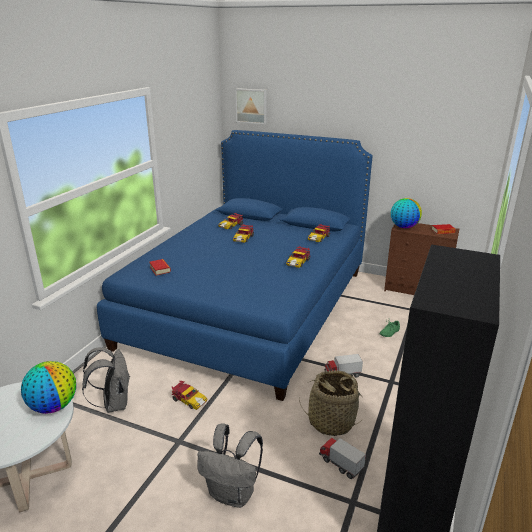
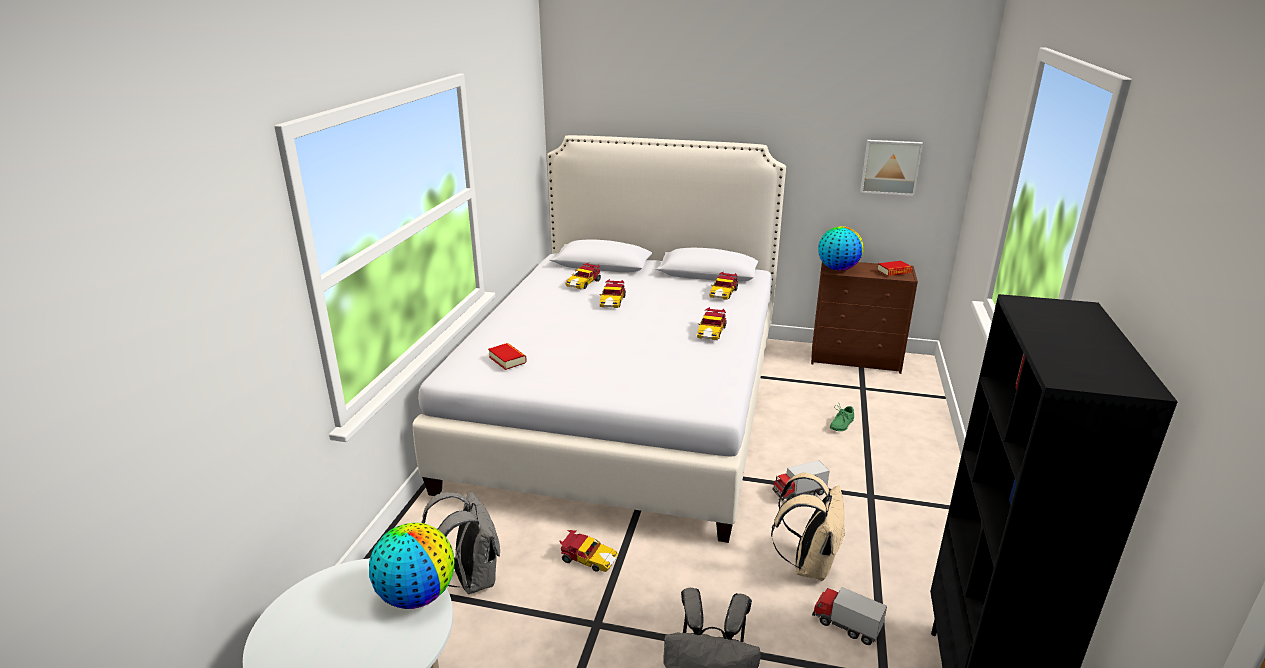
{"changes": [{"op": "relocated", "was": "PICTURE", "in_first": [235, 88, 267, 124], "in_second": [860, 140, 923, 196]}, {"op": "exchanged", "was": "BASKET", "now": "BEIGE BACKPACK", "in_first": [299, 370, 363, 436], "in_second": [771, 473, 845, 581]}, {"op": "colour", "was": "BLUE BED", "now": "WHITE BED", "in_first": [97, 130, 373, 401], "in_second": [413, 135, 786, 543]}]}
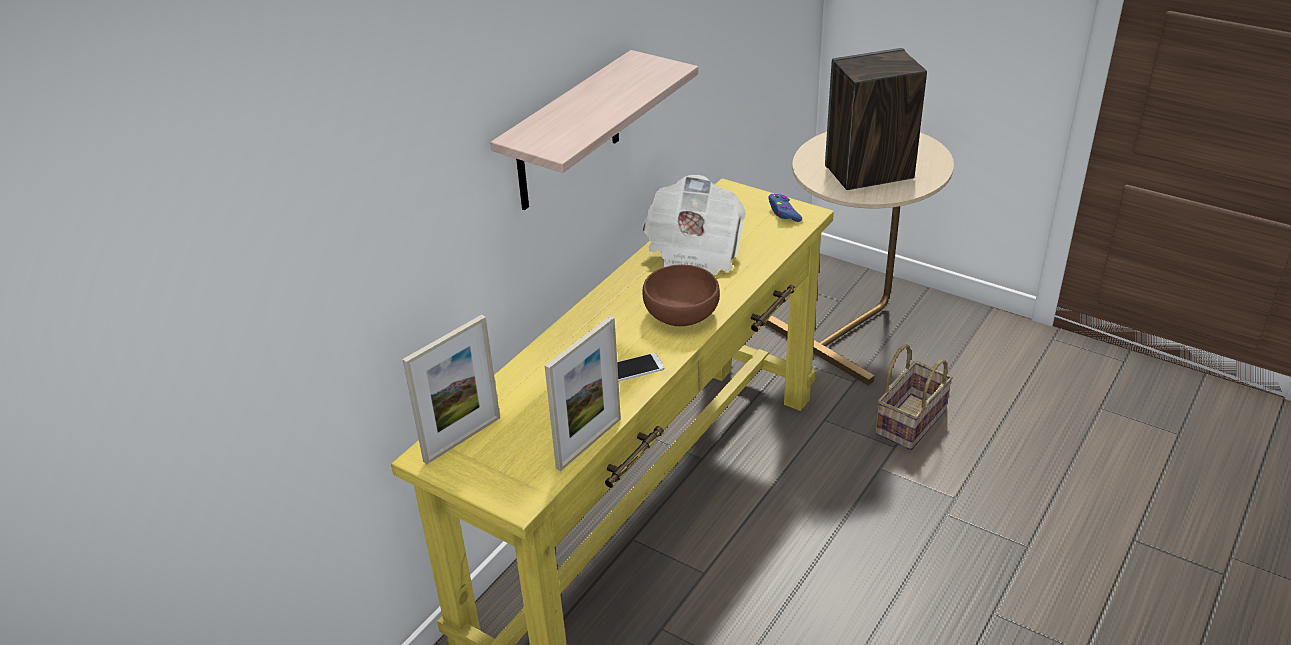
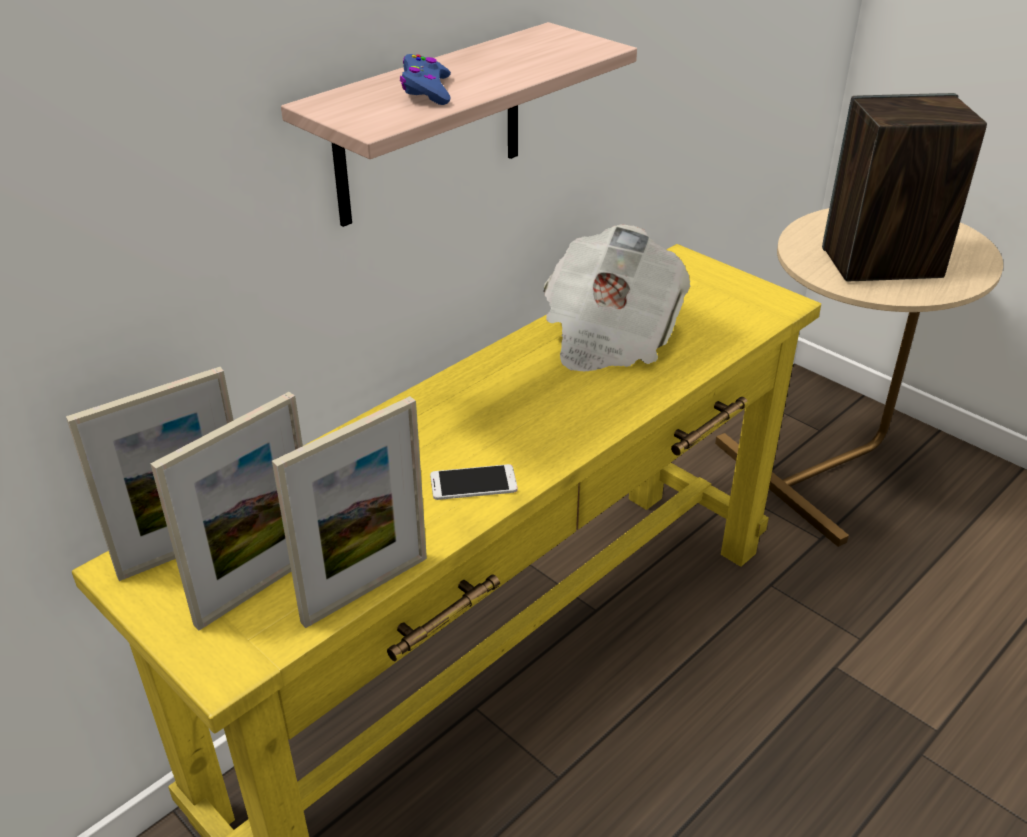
{"changes": [{"op": "missing", "was": "BROWN BOWL", "in_first": [642, 265, 720, 326]}, {"op": "missing", "was": "BASKET", "in_first": [876, 344, 953, 450]}, {"op": "appeared", "now": "PICTURE FRAME", "in_second": [150, 392, 303, 630]}, {"op": "relocated", "was": "BLUE GAME CONTROLLER", "in_first": [768, 194, 802, 222], "in_second": [400, 54, 451, 105]}]}
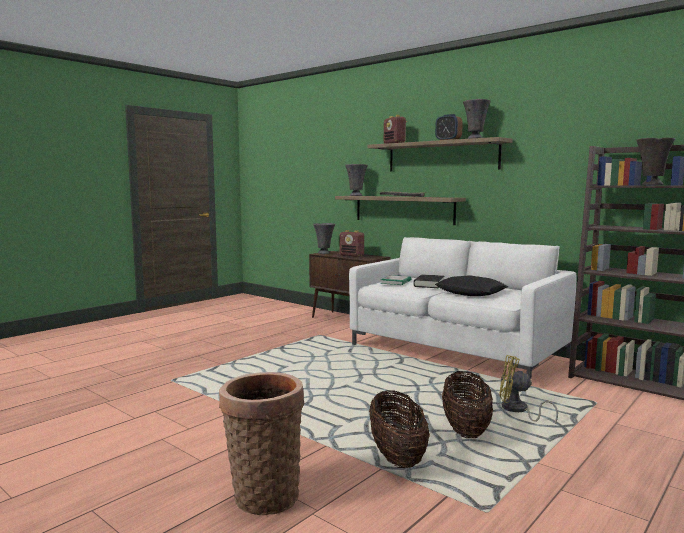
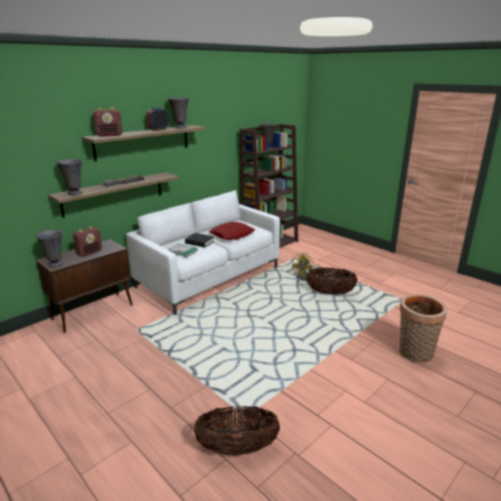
{"changes": [{"op": "relocated", "was": "BASKET", "in_first": [369, 390, 430, 468], "in_second": [194, 406, 280, 455]}, {"op": "colour", "was": "BLACK PILLOW", "now": "RED PILLOW", "in_first": [435, 275, 508, 296], "in_second": [209, 222, 255, 240]}]}
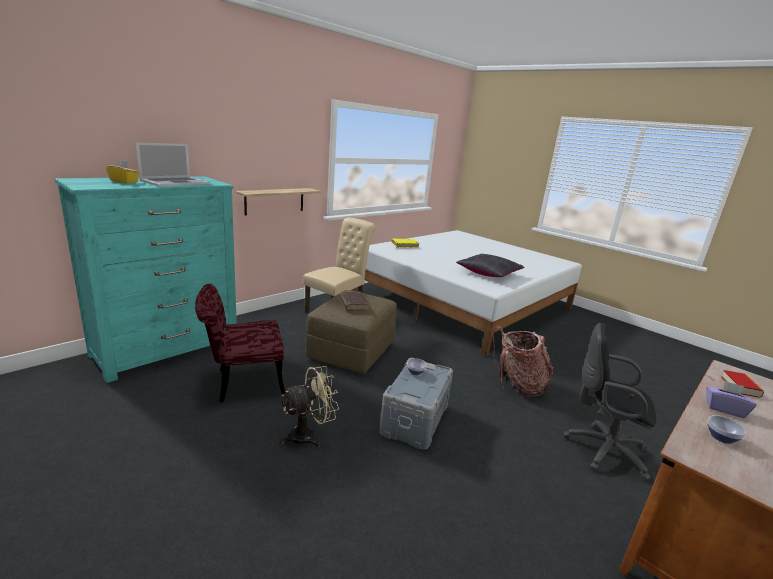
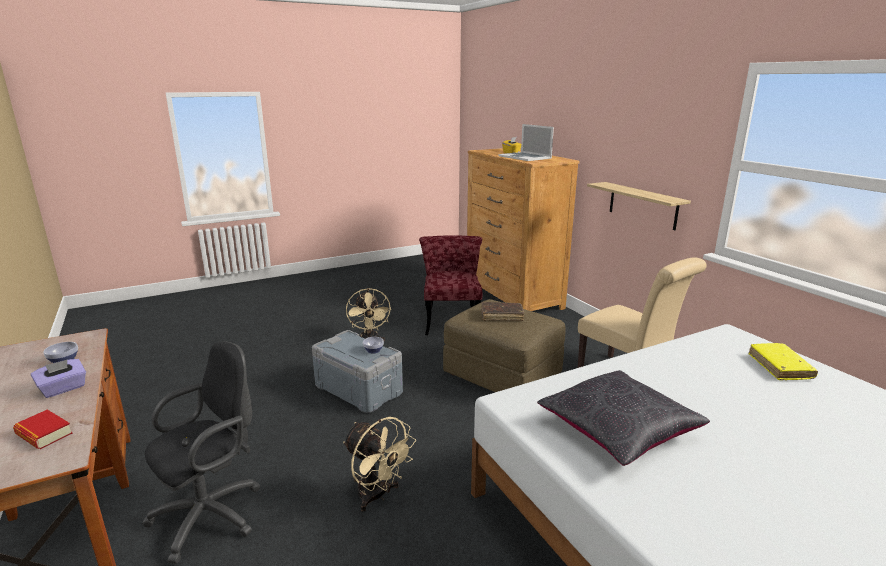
{"changes": [{"op": "exchanged", "was": "BACKPACK", "now": "BEIGE FAN", "in_first": [493, 326, 553, 397], "in_second": [343, 417, 416, 511]}, {"op": "colour", "was": "TURQUOISE DRESSER", "now": "BROWN DRESSER", "in_first": [54, 176, 237, 383], "in_second": [467, 148, 580, 311]}]}
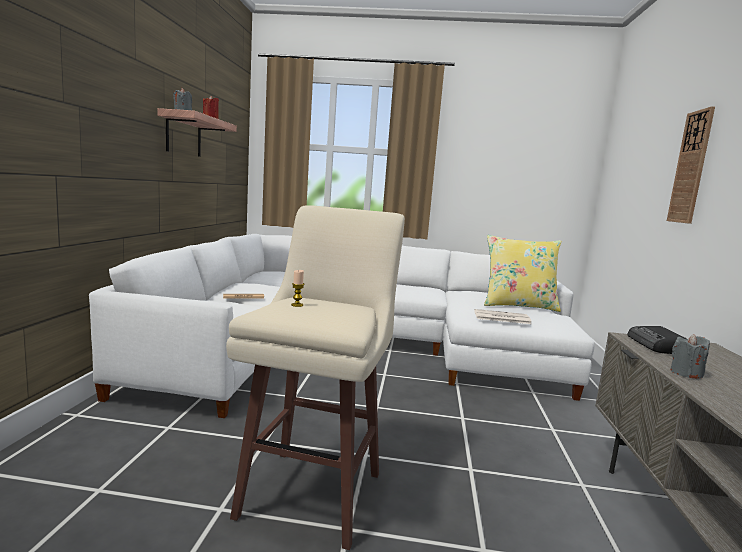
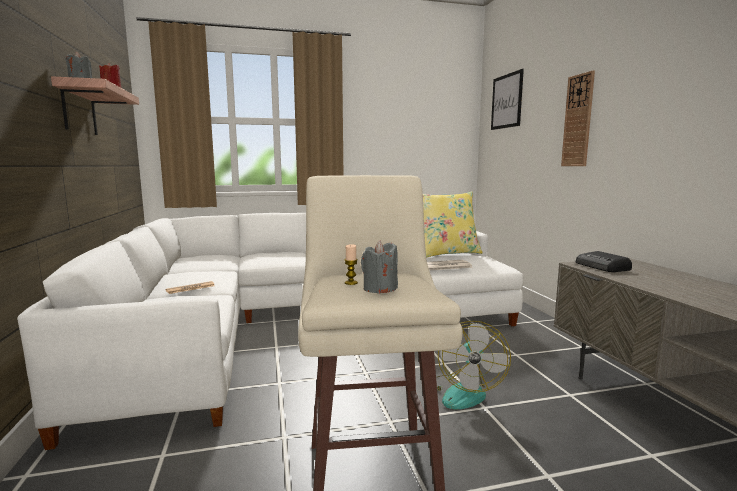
{"changes": [{"op": "appeared", "now": "FAN", "in_second": [437, 321, 511, 409]}, {"op": "appeared", "now": "PICTURE", "in_second": [491, 69, 524, 130]}, {"op": "relocated", "was": "GREY CANDLE", "in_first": [670, 334, 710, 378], "in_second": [361, 240, 398, 294]}]}
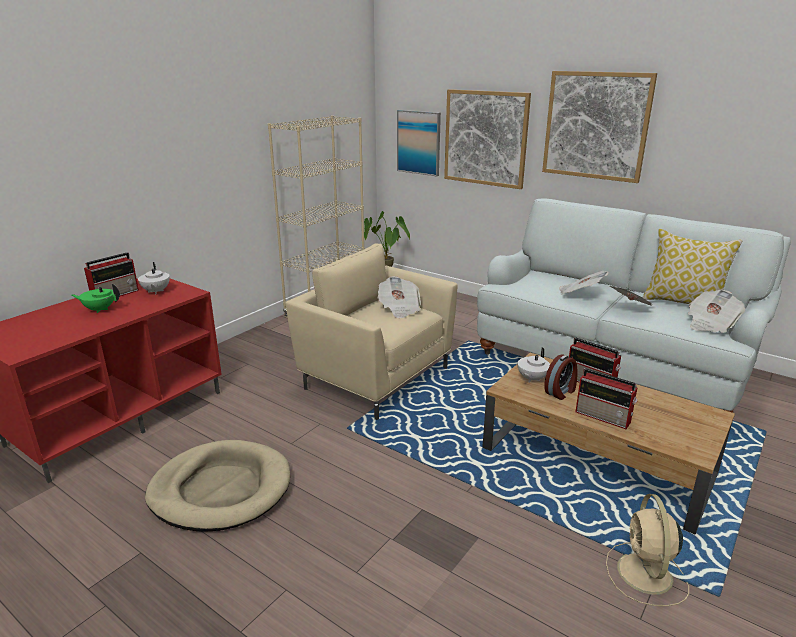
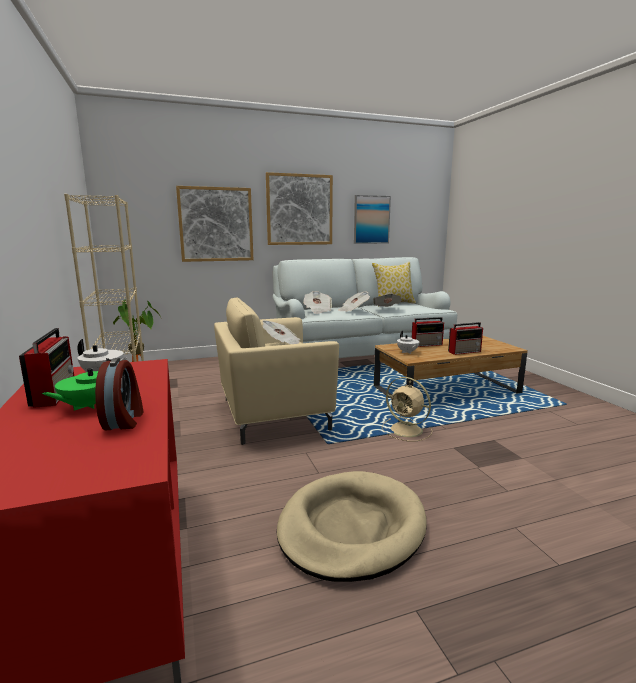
{"changes": [{"op": "relocated", "was": "PICTURE", "in_first": [397, 110, 441, 176], "in_second": [354, 195, 391, 244]}, {"op": "relocated", "was": "ALARM CLOCK", "in_first": [544, 354, 577, 400], "in_second": [95, 358, 143, 430]}, {"op": "relocated", "was": "BEIGE FAN", "in_first": [606, 494, 689, 606], "in_second": [382, 377, 432, 442]}, {"op": "relocated", "was": "NEWSPAPER", "in_first": [688, 290, 745, 333], "in_second": [303, 291, 332, 314]}]}
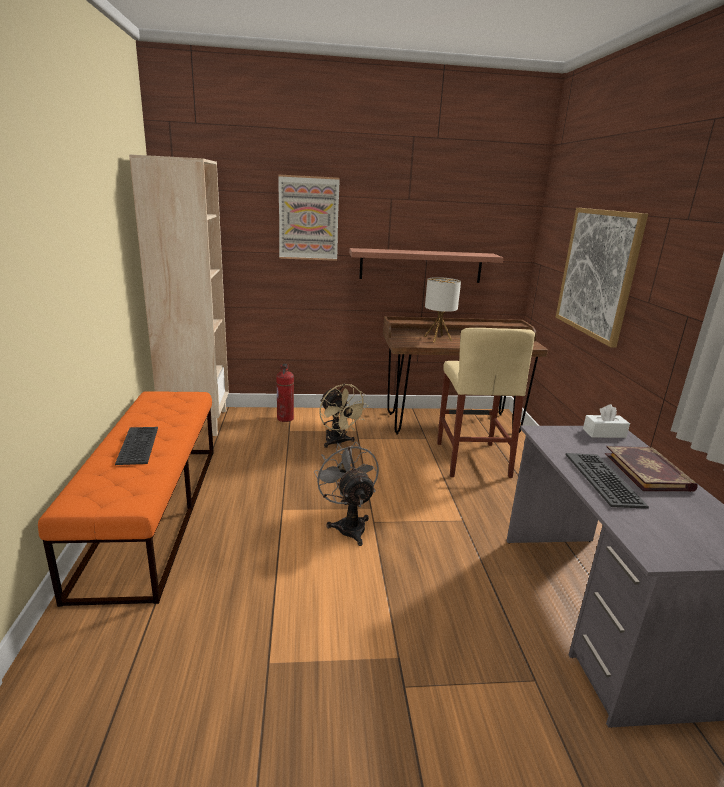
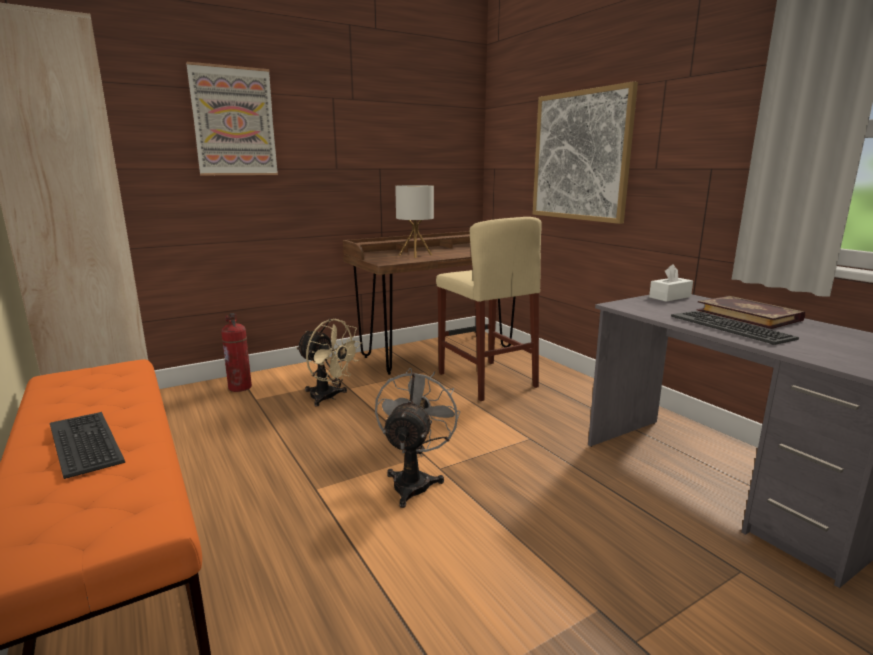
{"changes": [{"op": "missing", "was": "SHELF", "in_first": [349, 248, 504, 283]}, {"op": "spun", "was": "GREY FAN", "in_first": [314, 442, 379, 546], "in_second": [375, 368, 460, 508], "clockwise": 60}]}
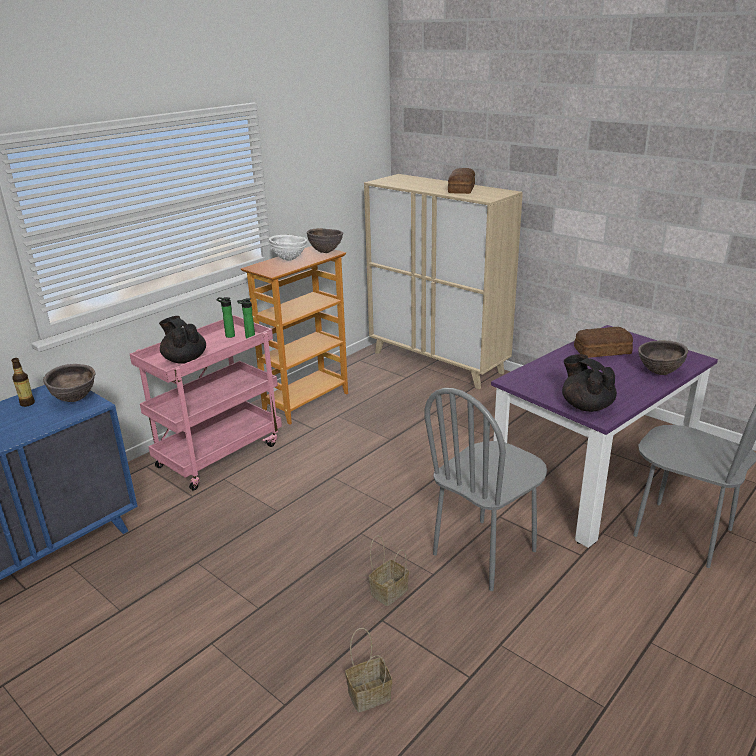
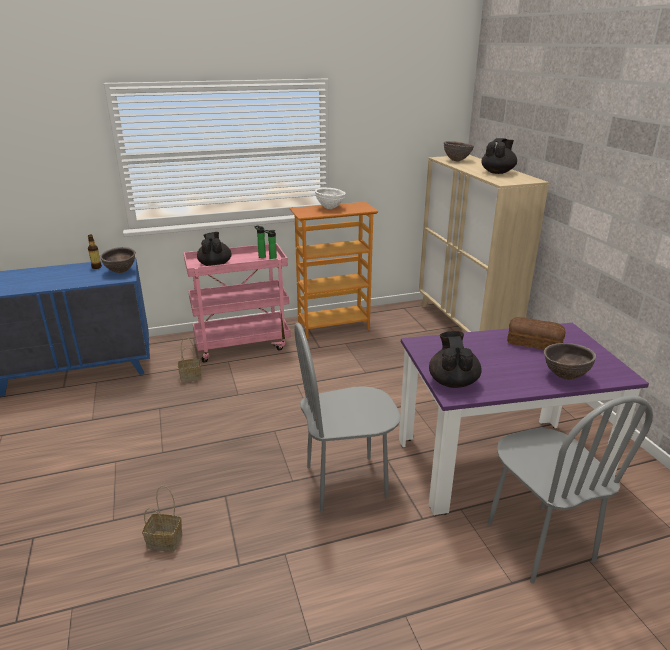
{"changes": [{"op": "relocated", "was": "BROWN BOWL", "in_first": [307, 228, 343, 253], "in_second": [444, 141, 474, 161]}, {"op": "relocated", "was": "BASKET", "in_first": [369, 535, 409, 606], "in_second": [178, 338, 201, 382]}, {"op": "exchanged", "was": "BREAD", "now": "BLACK TEAPOT", "in_first": [448, 168, 475, 194], "in_second": [481, 138, 517, 174]}]}
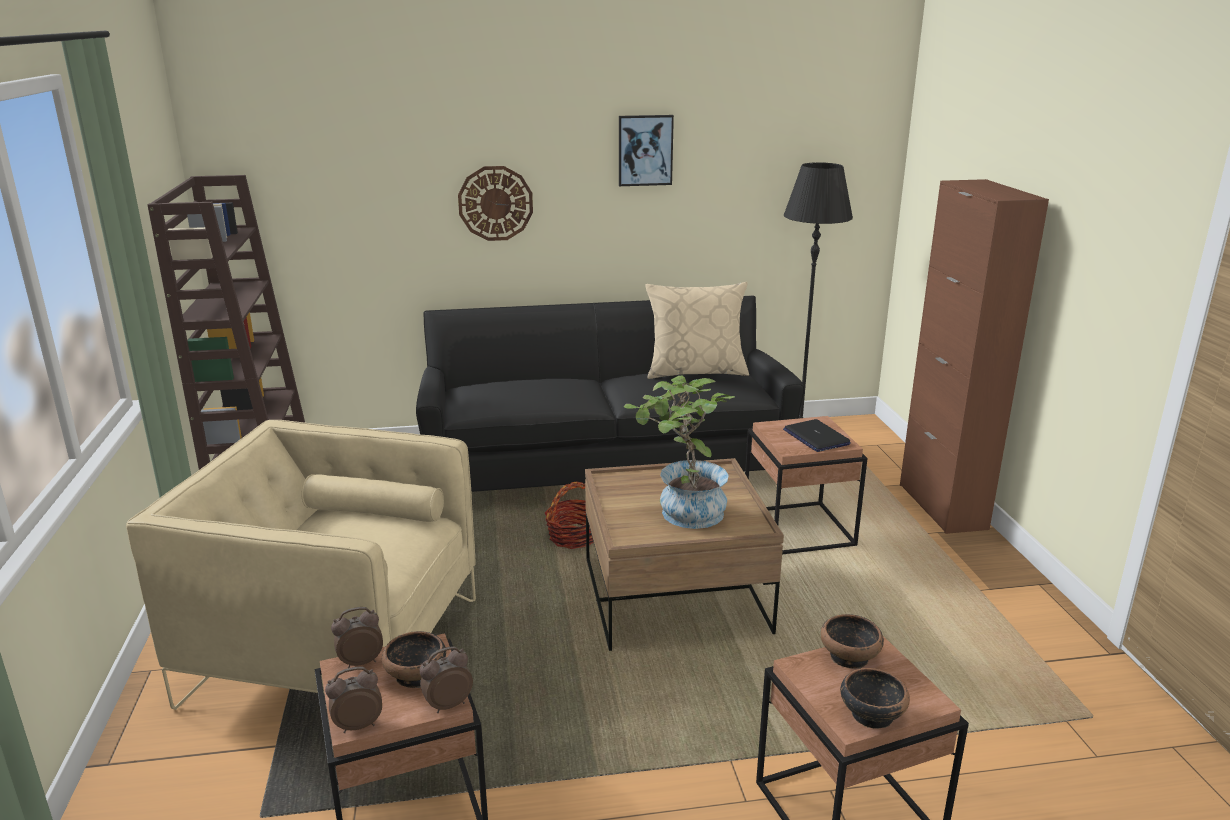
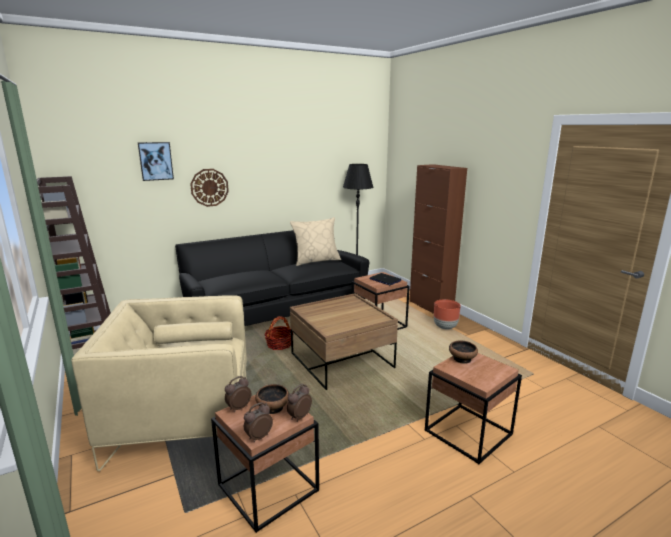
{"changes": [{"op": "missing", "was": "POTTED PLANT", "in_first": [624, 375, 735, 529]}, {"op": "missing", "was": "BOWL", "in_first": [840, 668, 910, 729]}, {"op": "appeared", "now": "BROWN PLANTER", "in_second": [434, 299, 461, 330]}, {"op": "relocated", "was": "PICTURE", "in_first": [619, 115, 674, 186], "in_second": [138, 142, 174, 181]}]}
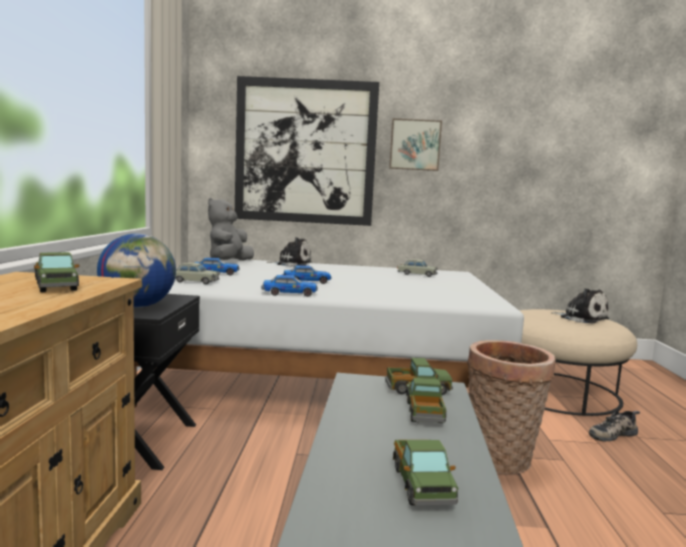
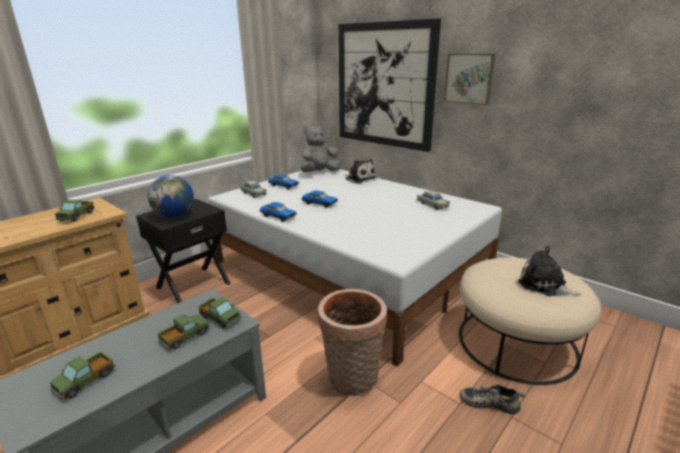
{"changes": [{"op": "spun", "was": "PLUSH TOY", "in_first": [551, 288, 609, 324], "in_second": [518, 246, 581, 296], "clockwise": 135}]}
